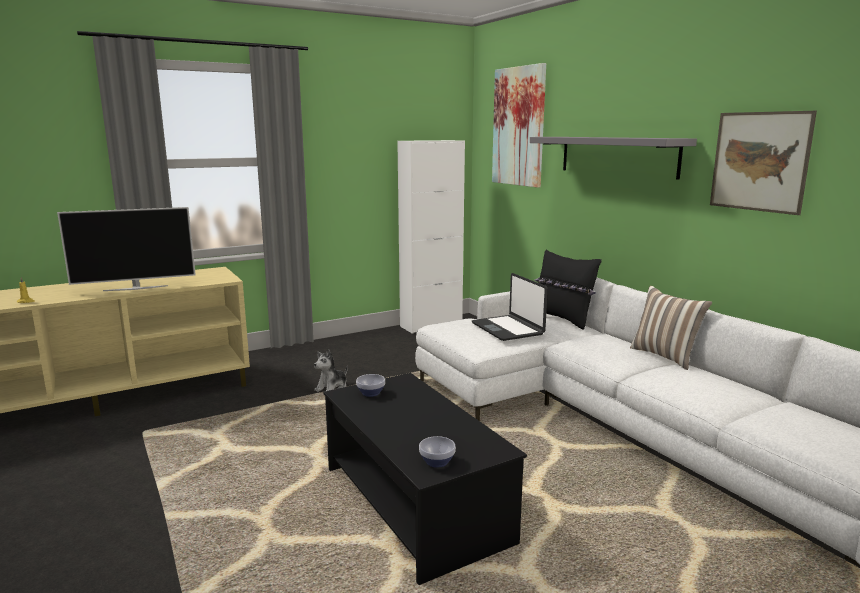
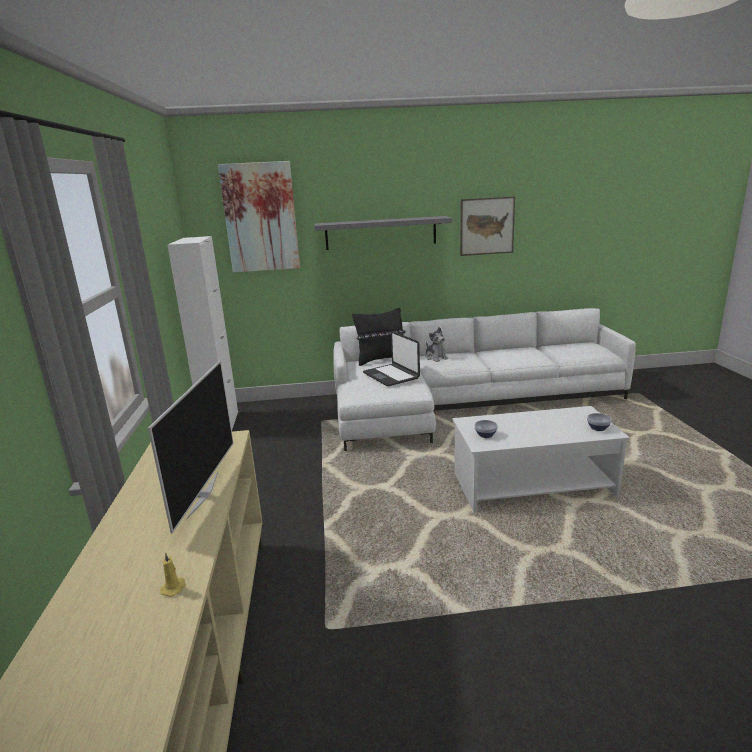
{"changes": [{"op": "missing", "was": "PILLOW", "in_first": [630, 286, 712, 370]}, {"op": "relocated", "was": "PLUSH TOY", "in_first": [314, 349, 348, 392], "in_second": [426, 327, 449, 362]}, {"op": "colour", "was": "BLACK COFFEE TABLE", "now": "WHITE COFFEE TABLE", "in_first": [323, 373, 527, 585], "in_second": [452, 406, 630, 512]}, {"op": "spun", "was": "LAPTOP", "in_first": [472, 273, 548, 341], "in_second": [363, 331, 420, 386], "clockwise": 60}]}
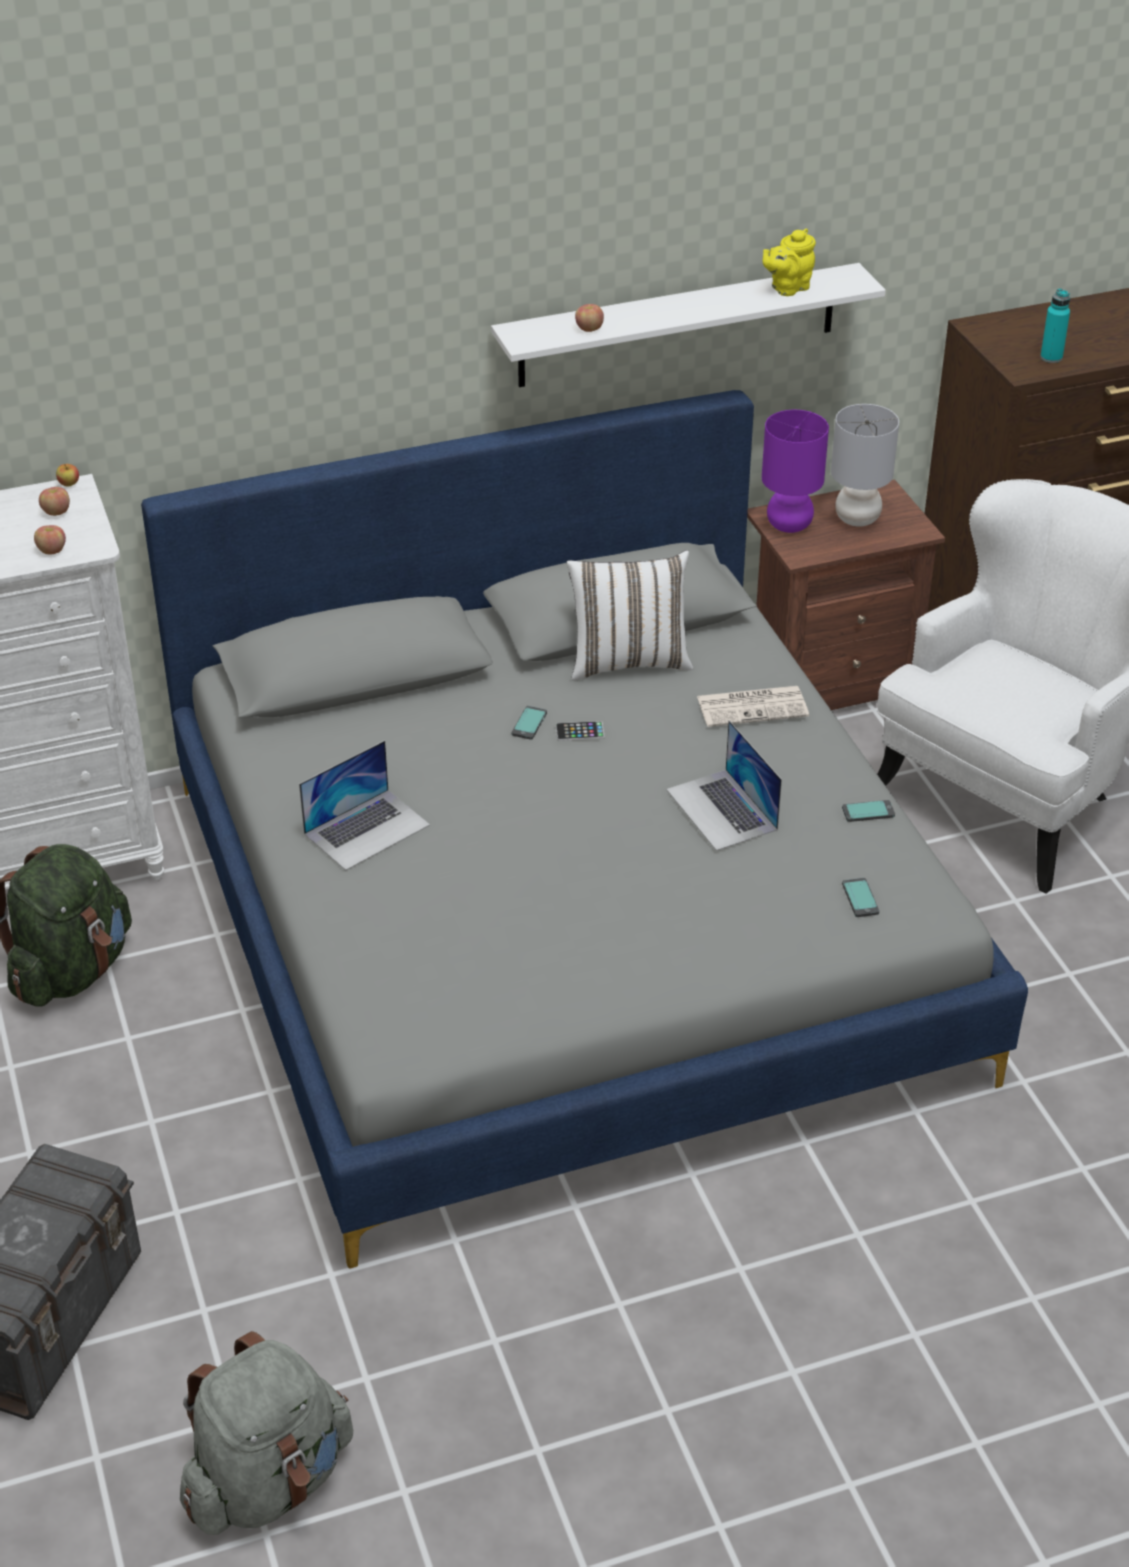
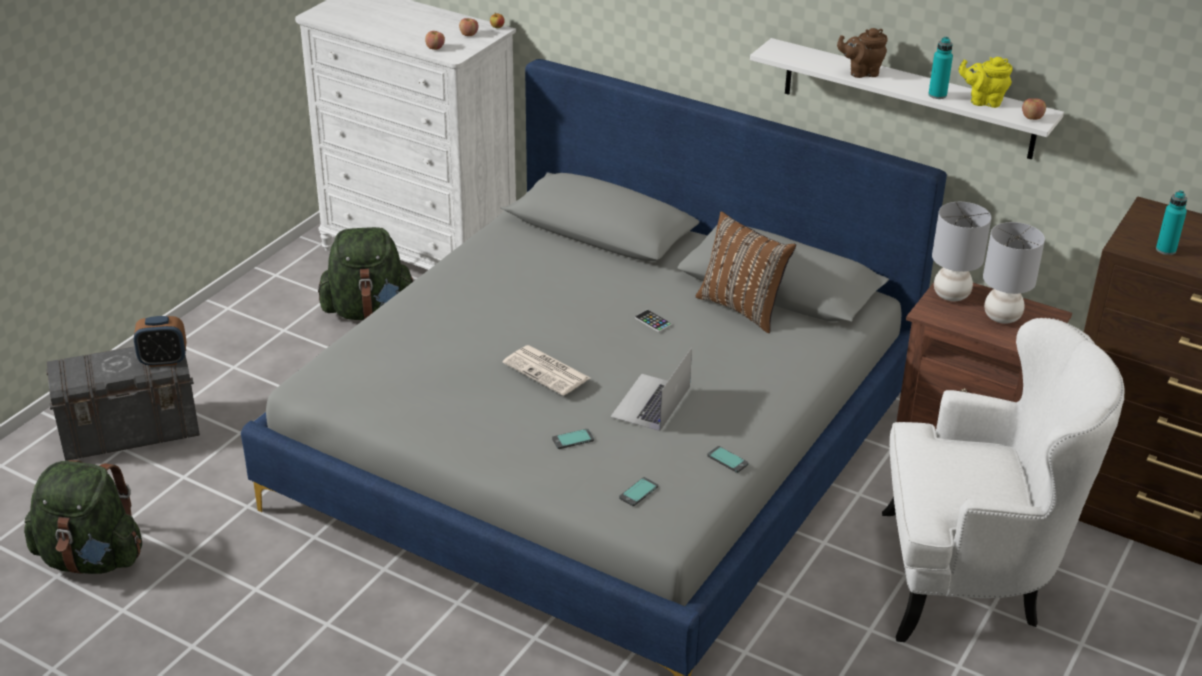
{"changes": [{"op": "missing", "was": "LAPTOP", "in_first": [299, 740, 430, 870]}, {"op": "appeared", "now": "ALARM CLOCK", "in_second": [134, 316, 186, 367]}, {"op": "appeared", "now": "BROWN TEAPOT", "in_second": [837, 28, 888, 78]}, {"op": "appeared", "now": "TURQUOISE BOTTLE", "in_second": [928, 37, 953, 99]}, {"op": "relocated", "was": "PHONE", "in_first": [512, 706, 547, 740], "in_second": [552, 429, 594, 449]}, {"op": "relocated", "was": "APPLE", "in_first": [575, 304, 604, 332], "in_second": [1022, 98, 1046, 120]}, {"op": "relocated", "was": "NEWSPAPER", "in_first": [697, 686, 809, 727], "in_second": [503, 345, 590, 396]}, {"op": "colour", "was": "GREY BACKPACK", "now": "GREEN BACKPACK", "in_first": [180, 1331, 353, 1535], "in_second": [24, 460, 142, 574]}, {"op": "colour", "was": "WHITE PILLOW", "now": "BROWN PILLOW", "in_first": [567, 550, 693, 681], "in_second": [696, 212, 796, 333]}, {"op": "colour", "was": "PURPLE TABLE LAMP", "now": "GREY TABLE LAMP", "in_first": [762, 410, 829, 533], "in_second": [932, 202, 991, 301]}]}
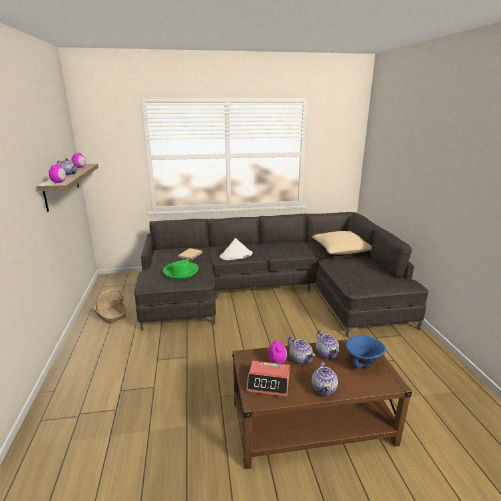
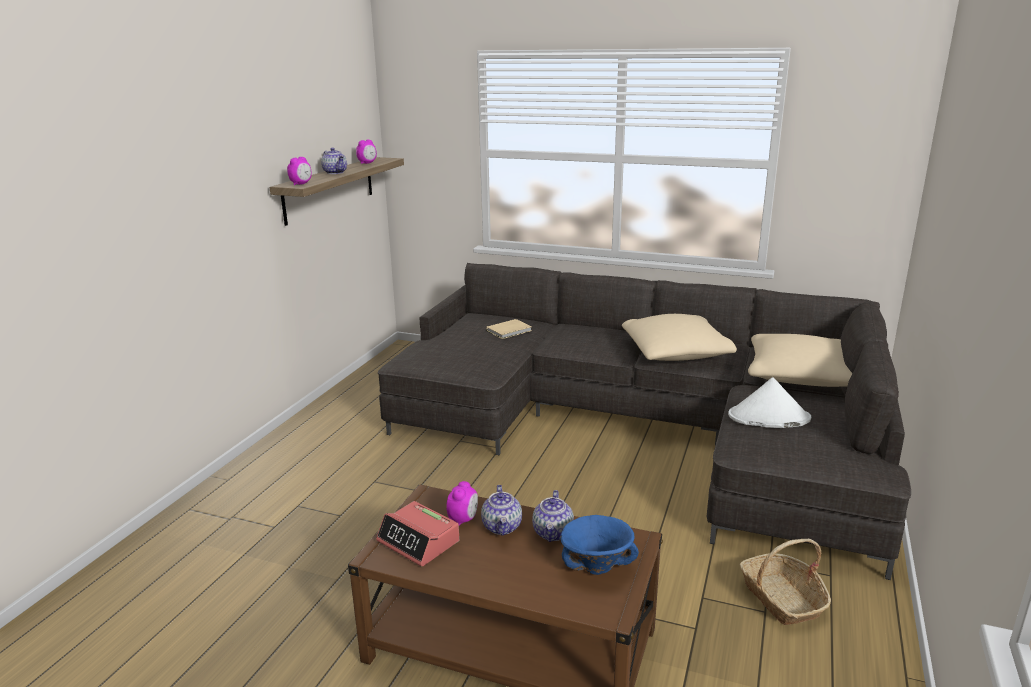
{"changes": [{"op": "missing", "was": "GREEN HAT", "in_first": [163, 260, 198, 279]}, {"op": "missing", "was": "TEAPOT", "in_first": [312, 361, 338, 397]}, {"op": "appeared", "now": "BEIGE PILLOW", "in_second": [622, 314, 737, 361]}, {"op": "relocated", "was": "BASKET", "in_first": [92, 289, 127, 324], "in_second": [739, 539, 831, 625]}, {"op": "relocated", "was": "WHITE HAT", "in_first": [220, 238, 253, 260], "in_second": [728, 377, 811, 428]}]}
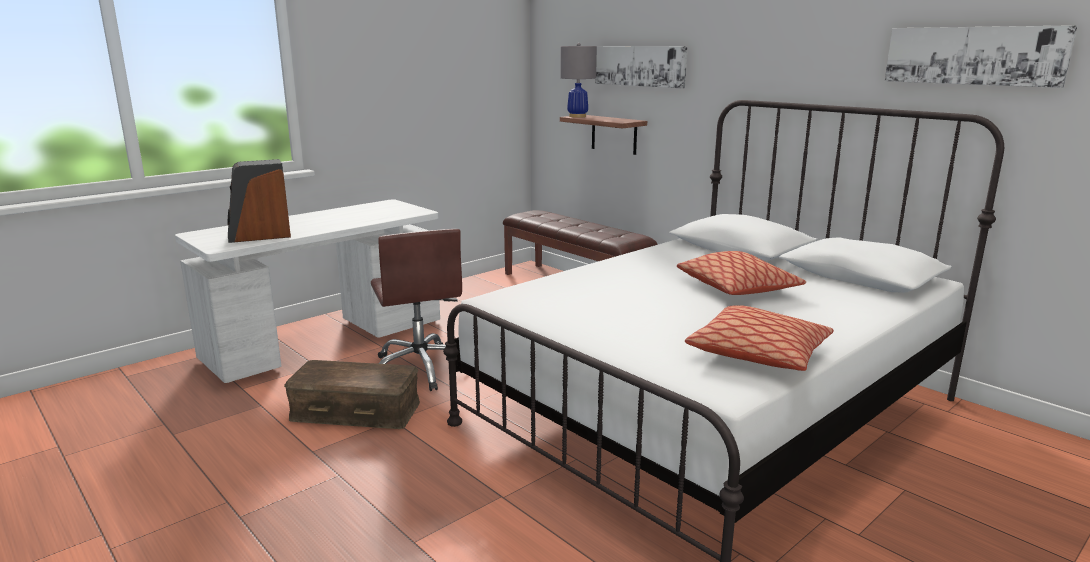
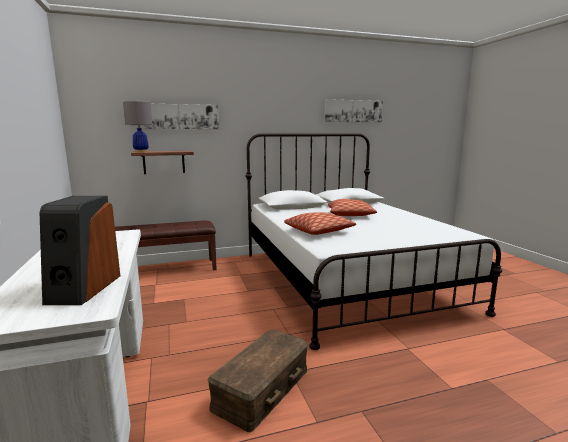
{"changes": [{"op": "missing", "was": "BROWN OFFICE CHAIR", "in_first": [371, 229, 462, 391]}, {"op": "relocated", "was": "PILLOW", "in_first": [685, 305, 834, 371], "in_second": [284, 212, 356, 235]}]}
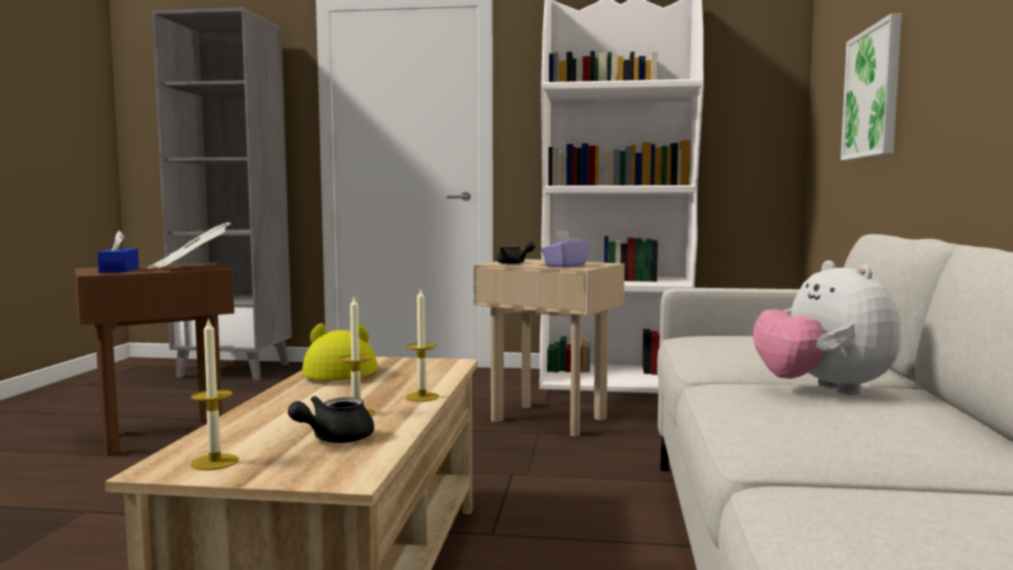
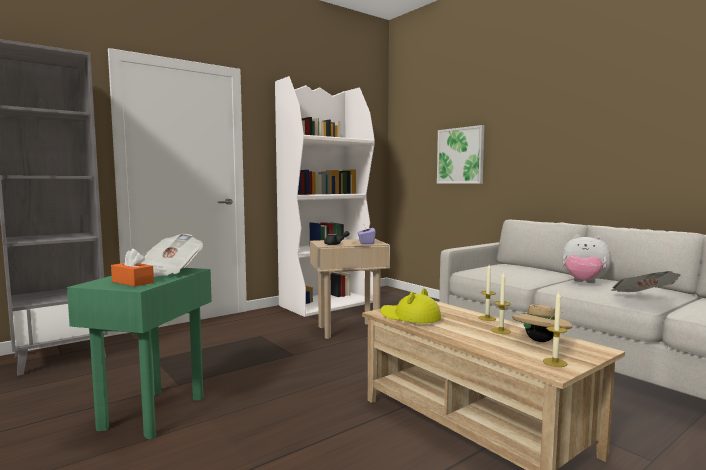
{"changes": [{"op": "appeared", "now": "NEWSPAPER", "in_second": [611, 271, 681, 292]}, {"op": "exchanged", "was": "BLACK TEAPOT", "now": "BEIGE HAT", "in_first": [288, 396, 374, 443], "in_second": [512, 305, 573, 342]}, {"op": "colour", "was": "BROWN SIDE TABLE", "now": "GREEN SIDE TABLE", "in_first": [75, 263, 234, 456], "in_second": [67, 268, 212, 439]}, {"op": "colour", "was": "BLUE TISSUE BOX", "now": "ORANGE TISSUE BOX", "in_first": [97, 230, 139, 273], "in_second": [111, 248, 154, 287]}]}
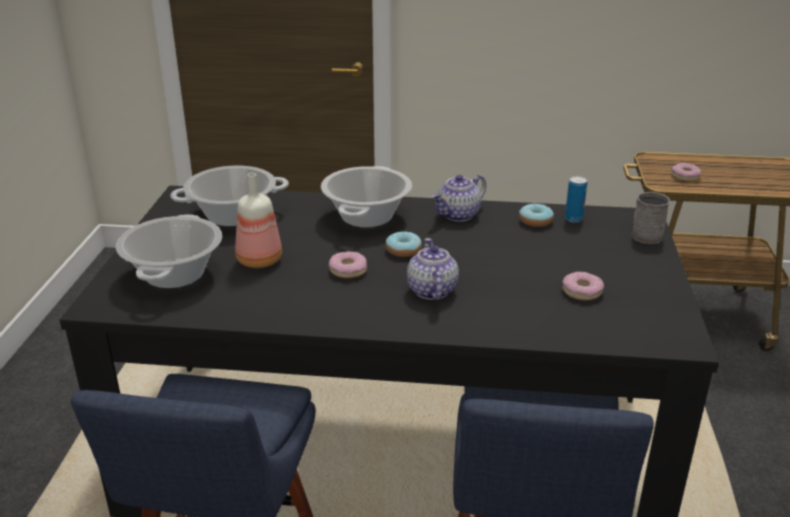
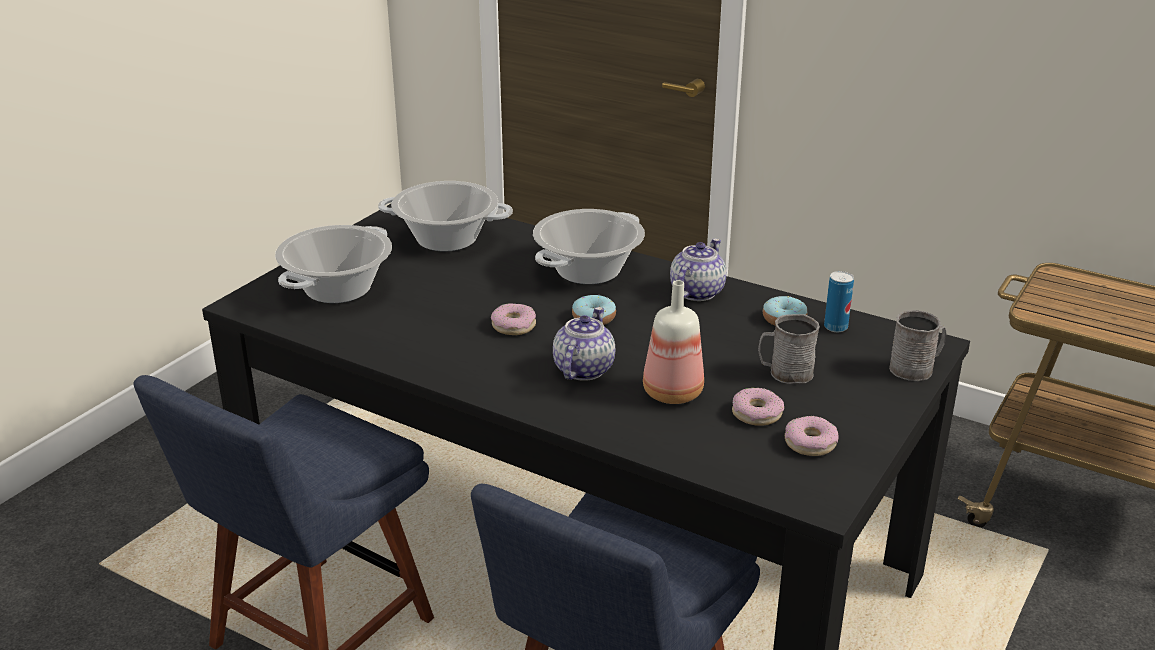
{"changes": [{"op": "appeared", "now": "GREY MUG", "in_second": [758, 314, 820, 383]}, {"op": "relocated", "was": "BOTTLE", "in_first": [235, 173, 282, 268], "in_second": [643, 280, 704, 404]}, {"op": "relocated", "was": "DONUT", "in_first": [671, 163, 701, 182], "in_second": [785, 416, 839, 456]}, {"op": "spun", "was": "TEAPOT", "in_first": [432, 175, 486, 221], "in_second": [670, 239, 727, 301], "clockwise": 135}]}
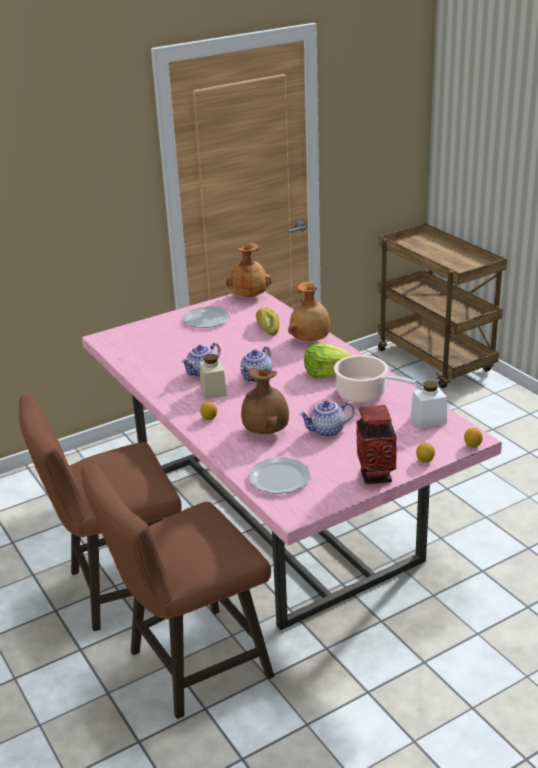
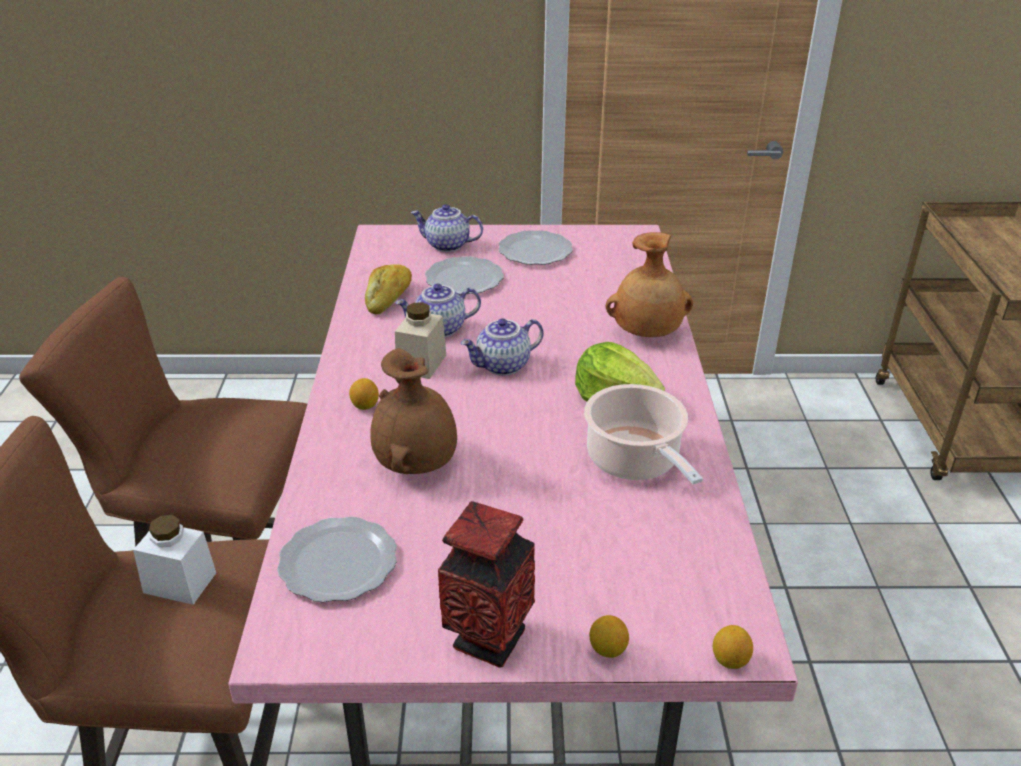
{"changes": [{"op": "missing", "was": "BROWN VASE", "in_first": [226, 243, 272, 297]}, {"op": "appeared", "now": "PLATE", "in_second": [425, 256, 504, 294]}, {"op": "relocated", "was": "BREAD", "in_first": [256, 308, 279, 336], "in_second": [365, 264, 412, 314]}, {"op": "relocated", "was": "TEAPOT", "in_first": [299, 401, 355, 437], "in_second": [411, 204, 483, 252]}, {"op": "relocated", "was": "WHITE JAR", "in_first": [411, 381, 447, 428], "in_second": [133, 515, 216, 605]}]}
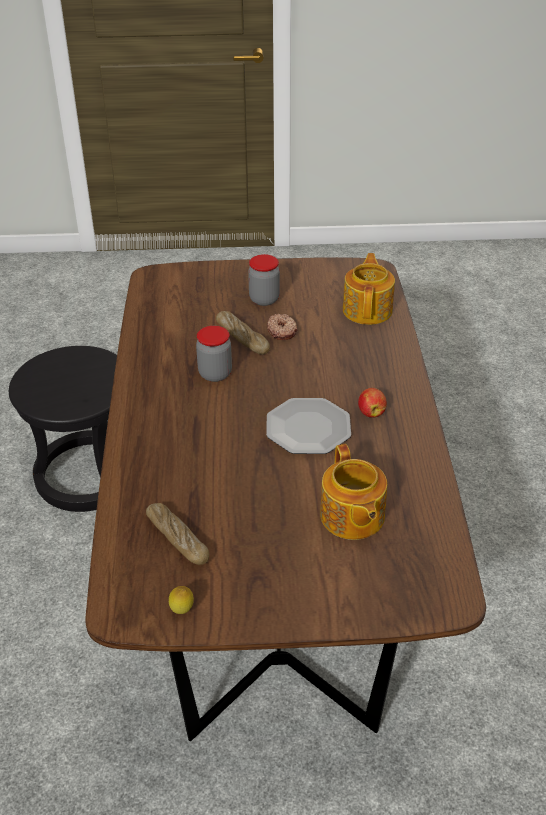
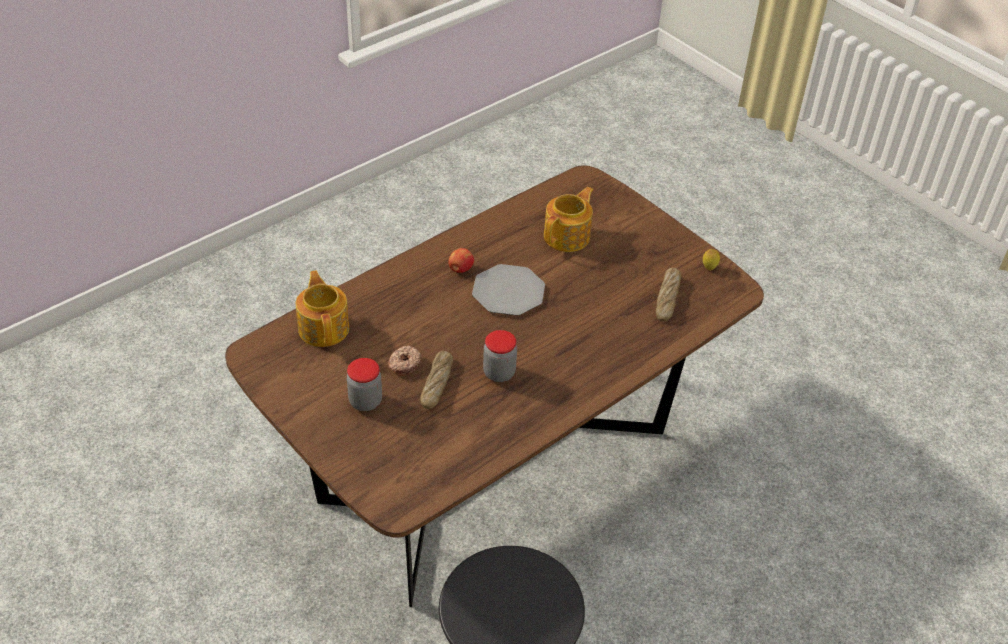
{"changes": [{"op": "spun", "was": "TEAPOT", "in_first": [343, 253, 395, 325], "in_second": [296, 270, 349, 347], "clockwise": 105}]}
